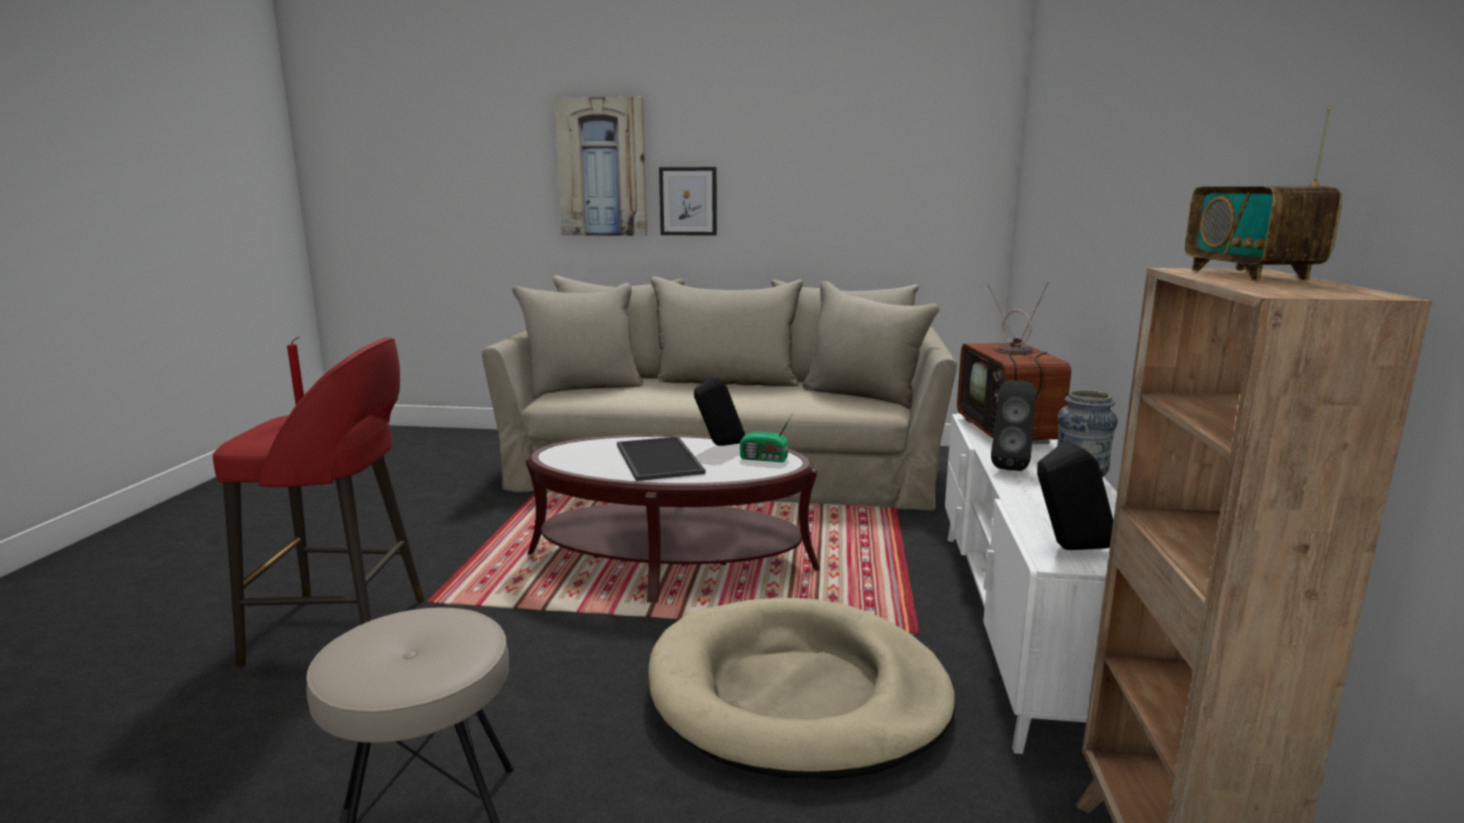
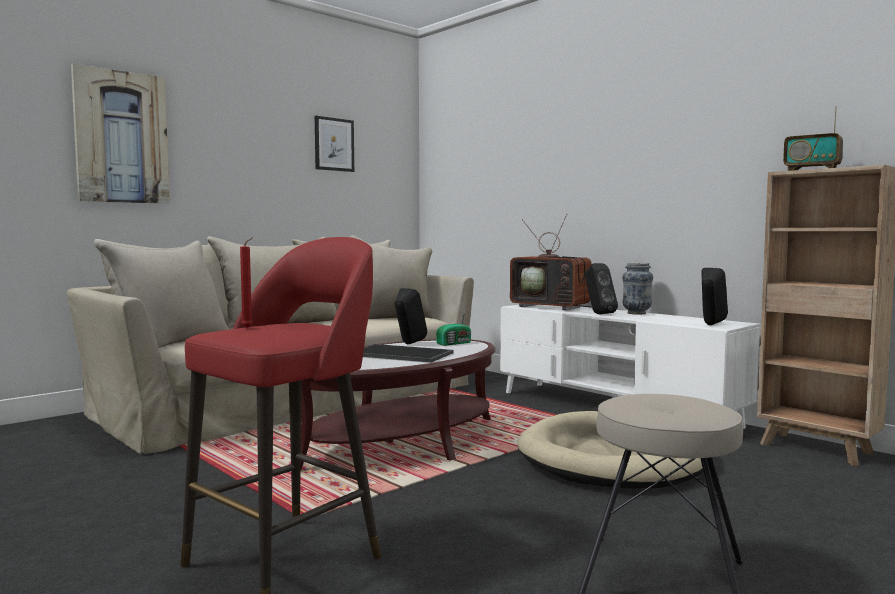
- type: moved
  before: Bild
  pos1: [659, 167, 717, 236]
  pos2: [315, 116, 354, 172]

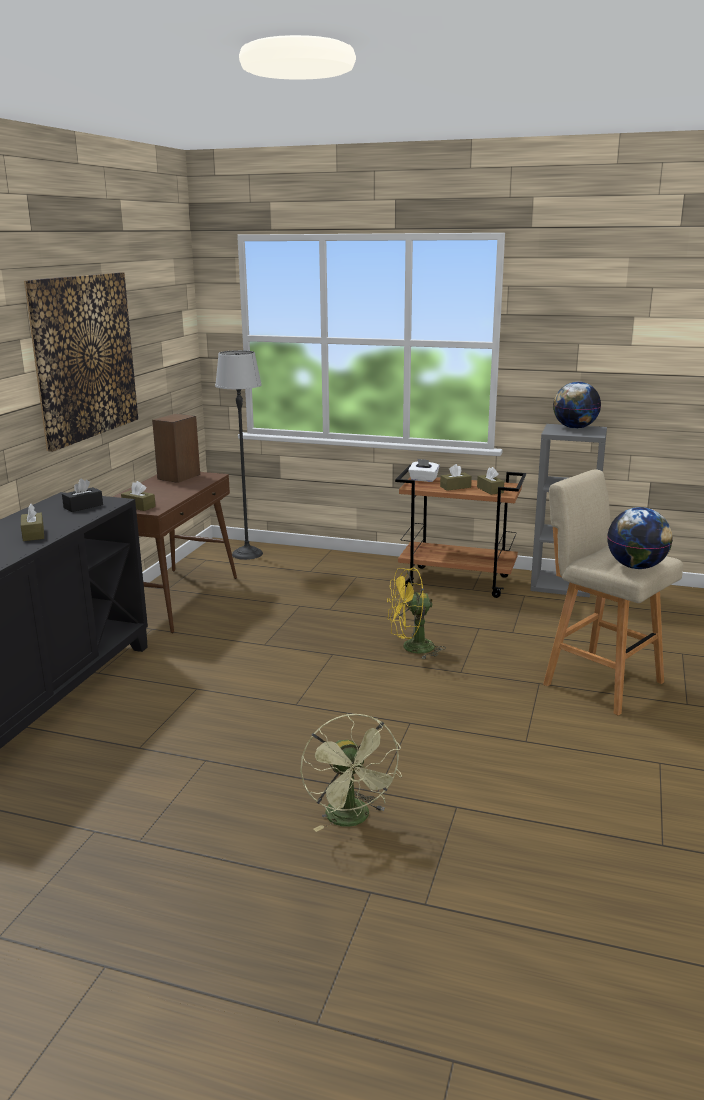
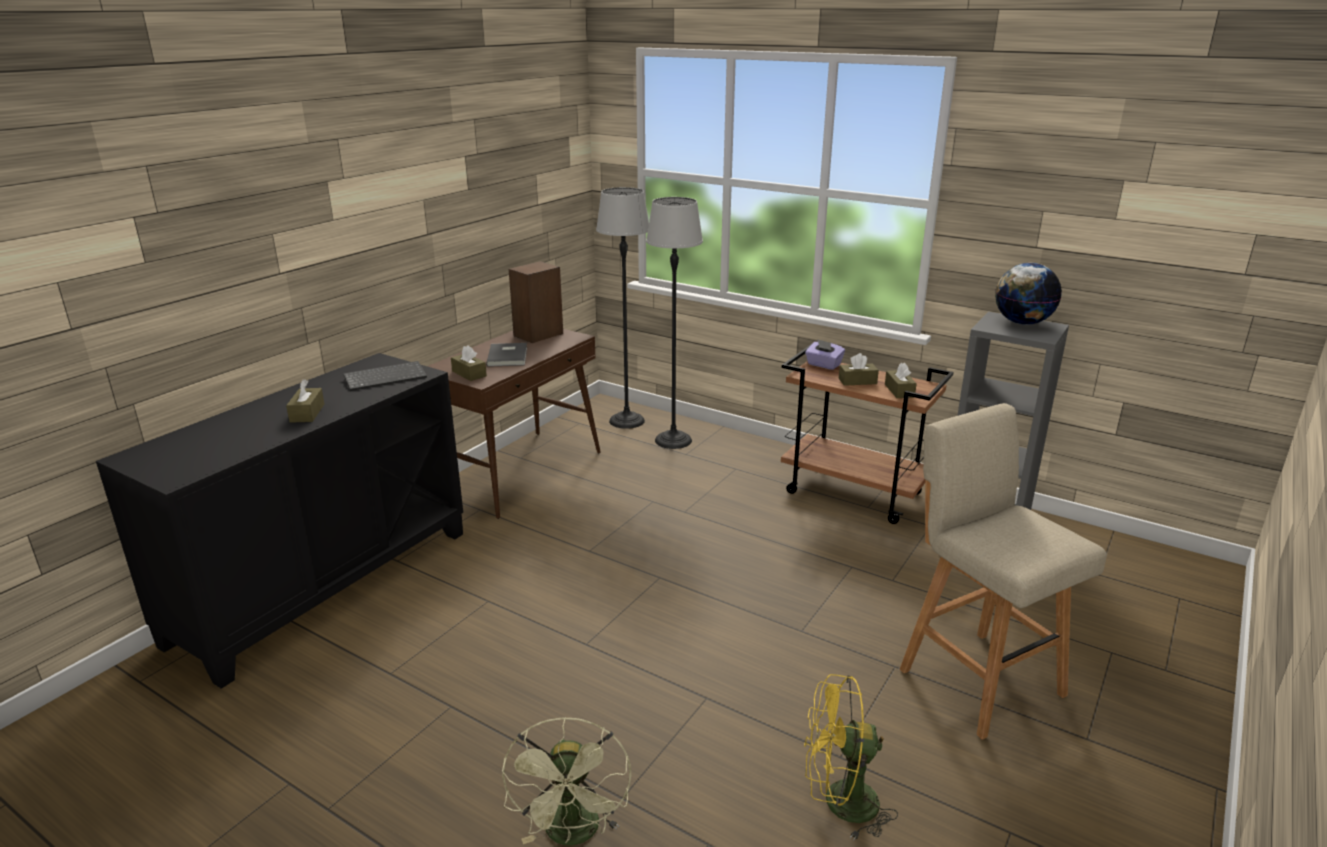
- type: removed
  before: Bild
  pos1: [24, 272, 138, 452]
- type: removed
  before: Globus
  pos1: [607, 507, 673, 569]
- type: added
  after: Buch (grau)
  pos2: [486, 343, 527, 367]
- type: added
  after: Stehlampe
  pos2: [646, 197, 703, 449]
- type: moved
  before: Ventilator (gelb)
  pos1: [387, 568, 446, 660]
  pos2: [804, 674, 898, 841]
- type: replaced
  before: Taschentuchbox (schwarz)
  after: Tastatur
  pos1: [62, 479, 103, 512]
  pos2: [343, 361, 427, 391]
- type: recoloured
  before: Taschentuchbox (weiß)
  after: Taschentuchbox (lila)
  pos1: [408, 459, 440, 482]
  pos2: [805, 339, 845, 370]

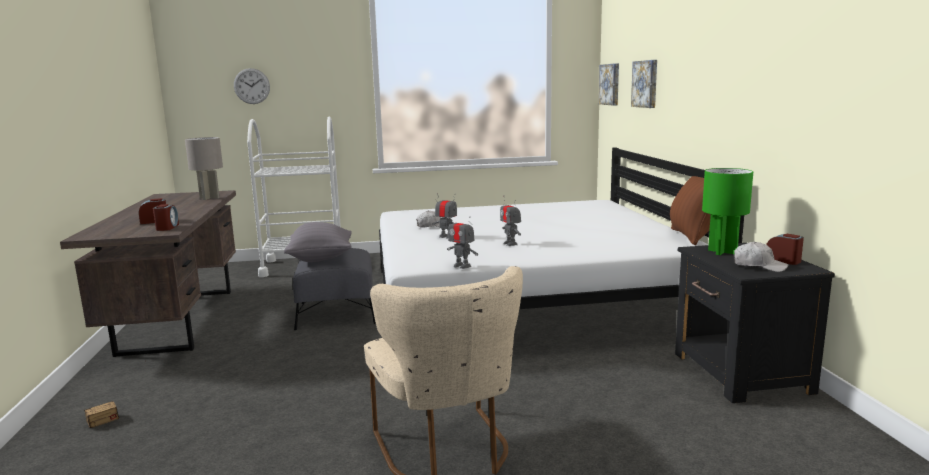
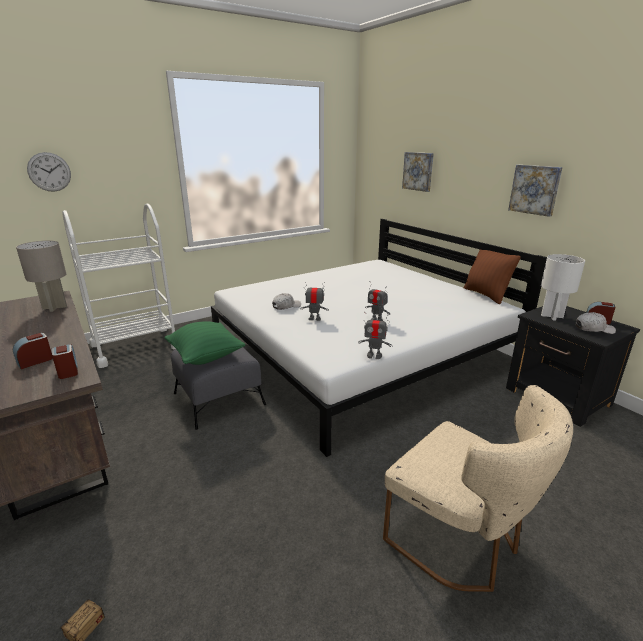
- type: moved
  before: Bild
  pos1: [599, 63, 619, 106]
  pos2: [508, 165, 563, 217]
- type: recoloured
  before: Kissen (grau)
  after: Kissen (grün)
  pos1: [284, 222, 352, 262]
  pos2: [164, 321, 245, 365]
- type: recoloured
  before: Tischlampe (grün)
  after: Tischlampe (weiß)
  pos1: [702, 168, 753, 255]
  pos2: [541, 254, 585, 321]

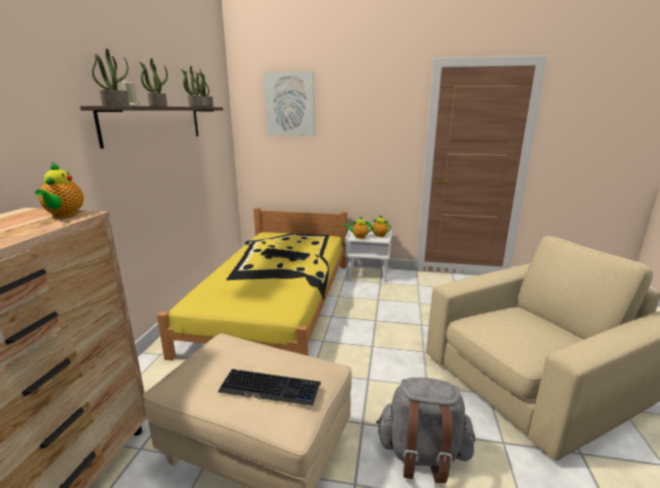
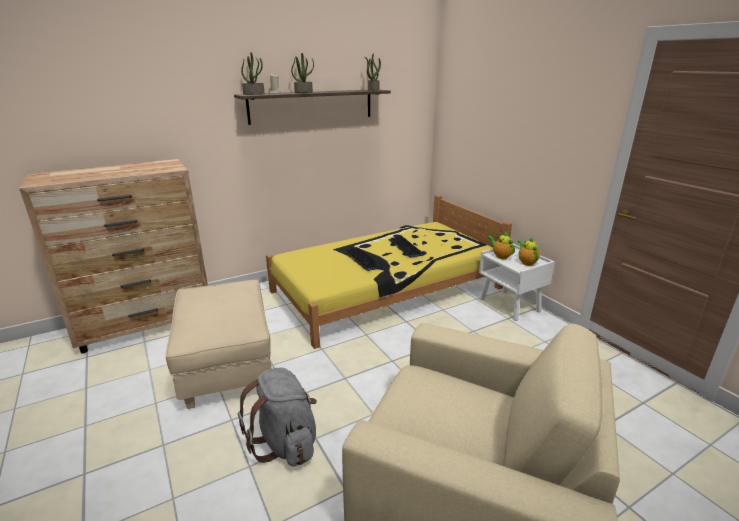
- type: removed
  before: Teekanne
  pos1: [35, 162, 84, 217]
- type: removed
  before: Topfpflanze
  pos1: [181, 66, 203, 107]
- type: removed
  before: Bild
  pos1: [263, 71, 315, 136]
- type: moved
  before: Tastatur
  pos1: [218, 369, 321, 406]
  pos2: [344, 247, 382, 271]

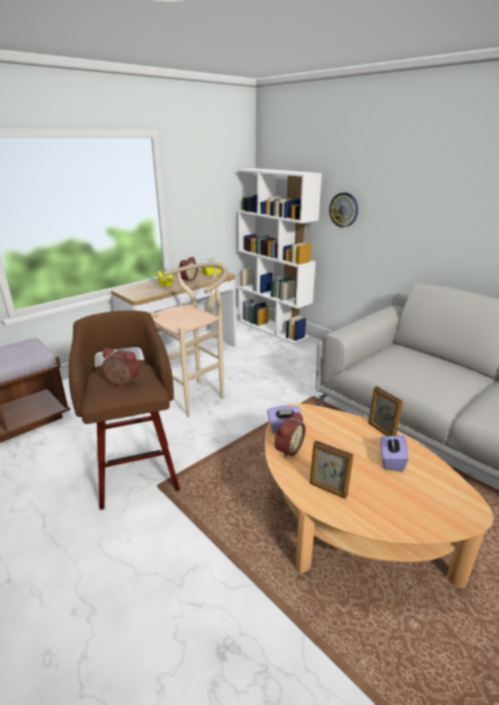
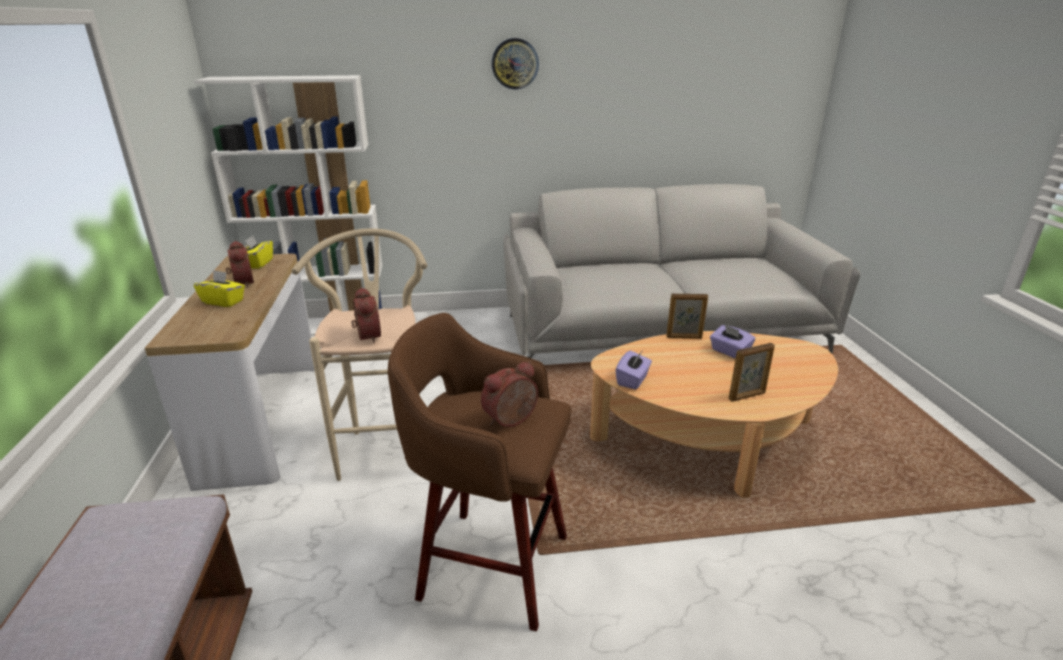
- type: moved
  before: Wecker
  pos1: [275, 412, 306, 459]
  pos2: [351, 287, 381, 343]
- type: moved
  before: Wanduhr
  pos1: [329, 192, 358, 228]
  pos2: [492, 38, 539, 89]

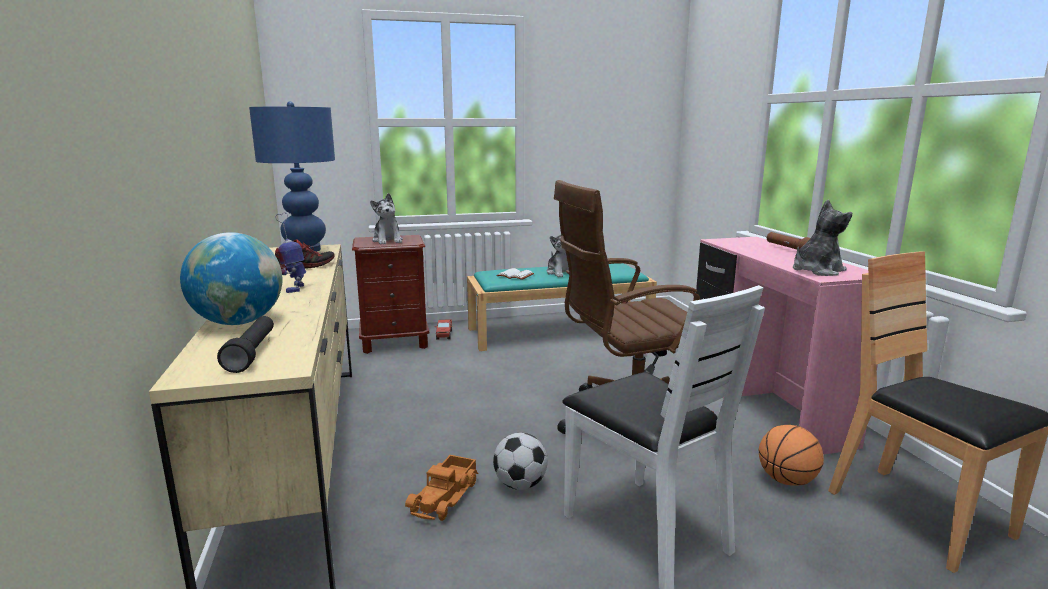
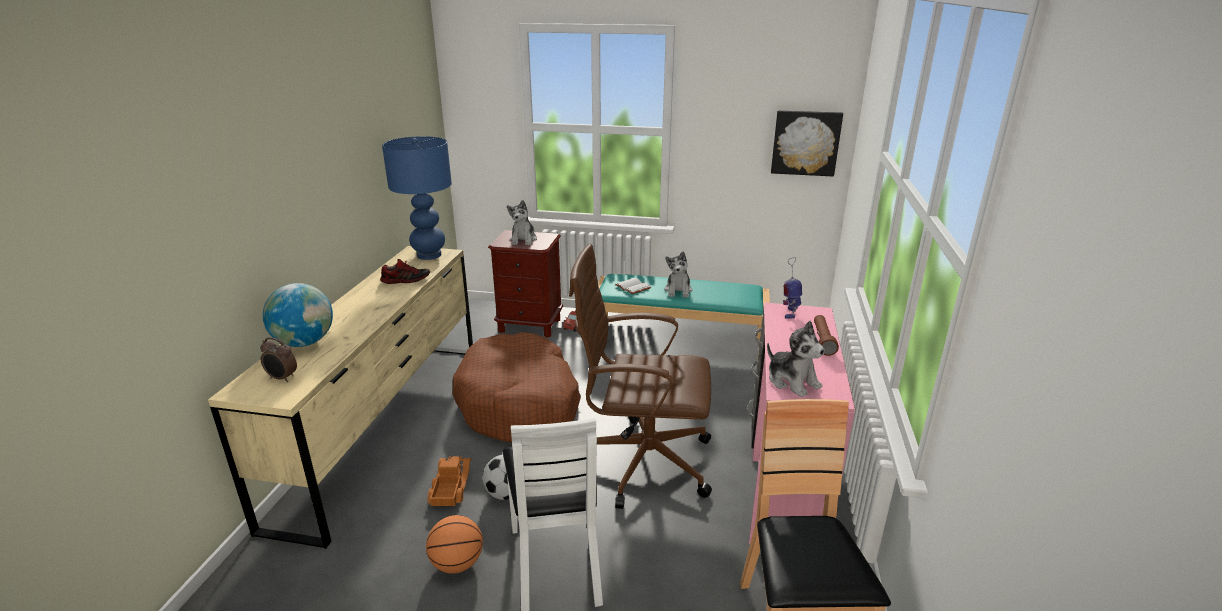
- type: added
  after: Hundebett (braun)
  pos2: [453, 332, 581, 443]
- type: added
  after: Bild
  pos2: [771, 110, 843, 177]
- type: moved
  before: Spielzeugroboter
  pos1: [275, 212, 306, 293]
  pos2: [783, 257, 802, 319]
- type: moved
  before: Basketball
  pos1: [759, 425, 824, 486]
  pos2: [426, 515, 483, 574]
- type: replaced
  before: Taschenlampe (schwarz)
  after: Wecker
  pos1: [217, 316, 274, 373]
  pos2: [260, 337, 297, 382]
- type: turned
  before: Spielzeuglaster
  pos1: [405, 455, 479, 521]
  pos2: [427, 456, 471, 506]
  turn: 135
- type: turned
  before: Plüschtier
  pos1: [793, 199, 852, 276]
  pos2: [767, 321, 825, 397]
  turn: 60

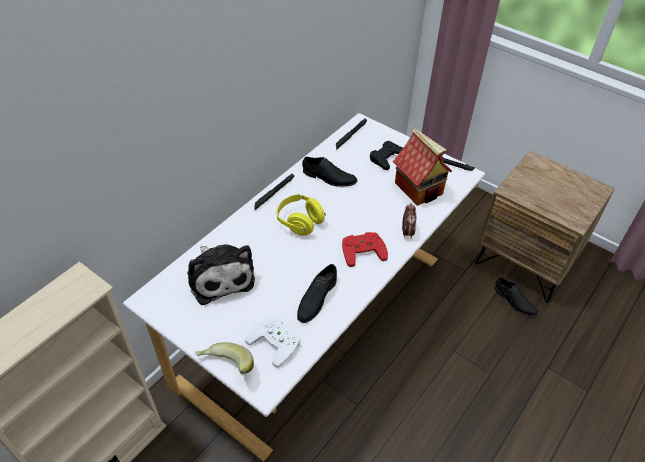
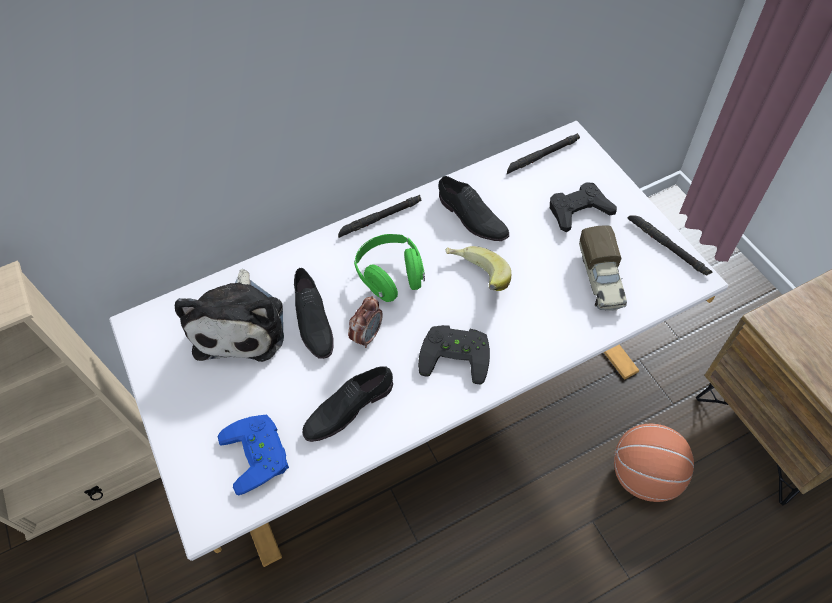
- type: added
  after: Basketball
  pos2: [614, 424, 694, 502]
- type: moved
  before: Banane
  pos1: [195, 342, 254, 374]
  pos2: [446, 246, 511, 291]
- type: moved
  before: Wecker
  pos1: [402, 203, 416, 239]
  pos2: [348, 296, 382, 348]
- type: moved
  before: Schuh (schwarz)
  pos1: [494, 278, 538, 316]
  pos2: [294, 268, 333, 359]
- type: replaced
  before: Spielzeughaus
  after: Spielzeuglaster
  pos1: [393, 127, 452, 206]
  pos2: [579, 225, 627, 311]
- type: recoloured
  before: Gamepad (weiß)
  after: Gamepad (blau)
  pos1: [245, 316, 300, 368]
  pos2: [218, 414, 289, 495]
- type: recoloured
  before: Kopfhörer (gelb)
  after: Kopfhörer (grün)
  pos1: [276, 194, 326, 236]
  pos2: [354, 234, 425, 302]
- type: recoloured
  before: Gamepad (rot)
  after: Gamepad (schwarz)
  pos1: [342, 232, 388, 267]
  pos2: [418, 325, 490, 385]

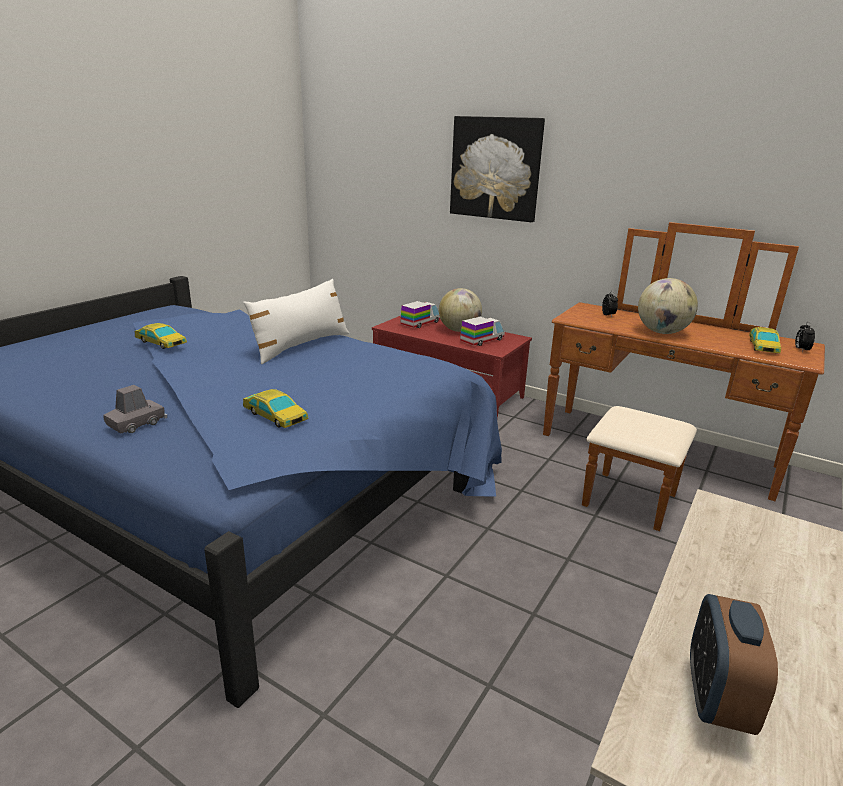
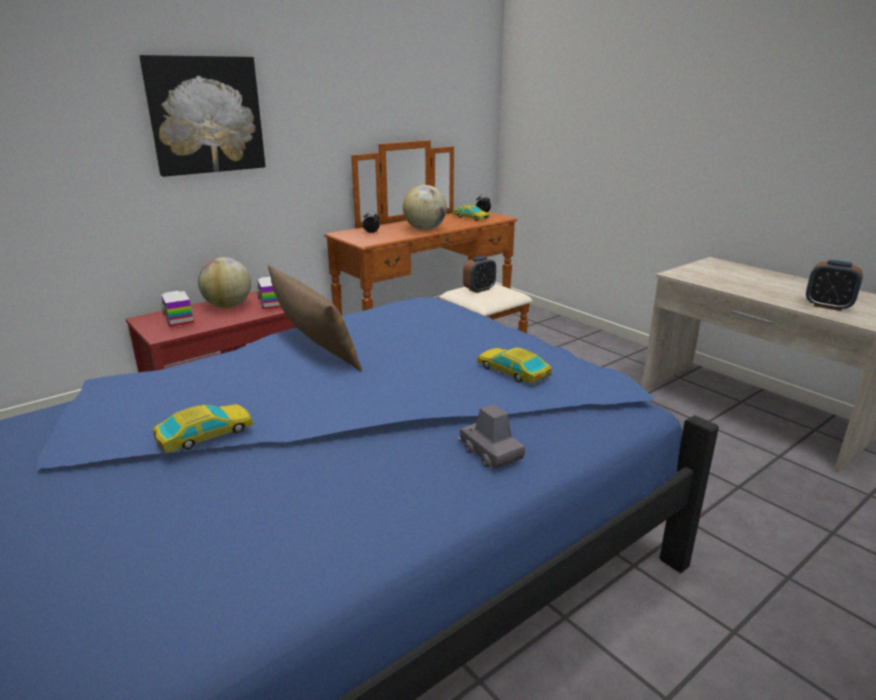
- type: added
  after: Wecker
  pos2: [463, 256, 496, 293]
- type: recoloured
  before: Kissen (weiß)
  after: Kissen (braun)
  pos1: [243, 279, 349, 364]
  pos2: [268, 265, 362, 372]
- type: turned
  before: Spielzeugauto
  pos1: [243, 389, 309, 428]
  pos2: [477, 347, 552, 385]
  turn: -105

